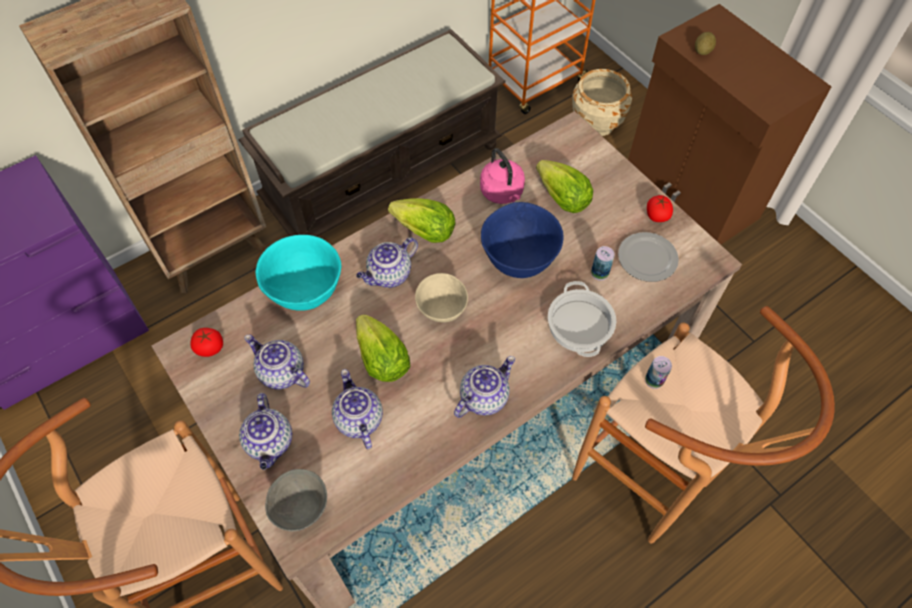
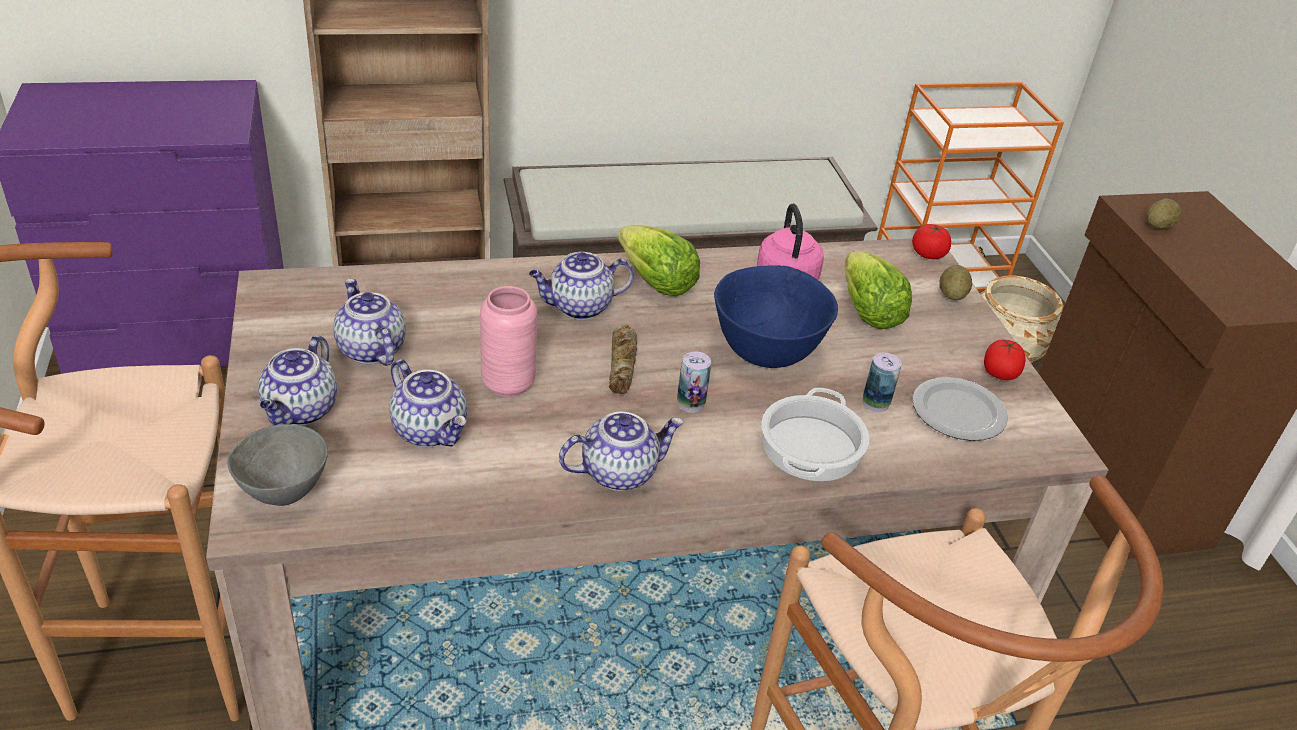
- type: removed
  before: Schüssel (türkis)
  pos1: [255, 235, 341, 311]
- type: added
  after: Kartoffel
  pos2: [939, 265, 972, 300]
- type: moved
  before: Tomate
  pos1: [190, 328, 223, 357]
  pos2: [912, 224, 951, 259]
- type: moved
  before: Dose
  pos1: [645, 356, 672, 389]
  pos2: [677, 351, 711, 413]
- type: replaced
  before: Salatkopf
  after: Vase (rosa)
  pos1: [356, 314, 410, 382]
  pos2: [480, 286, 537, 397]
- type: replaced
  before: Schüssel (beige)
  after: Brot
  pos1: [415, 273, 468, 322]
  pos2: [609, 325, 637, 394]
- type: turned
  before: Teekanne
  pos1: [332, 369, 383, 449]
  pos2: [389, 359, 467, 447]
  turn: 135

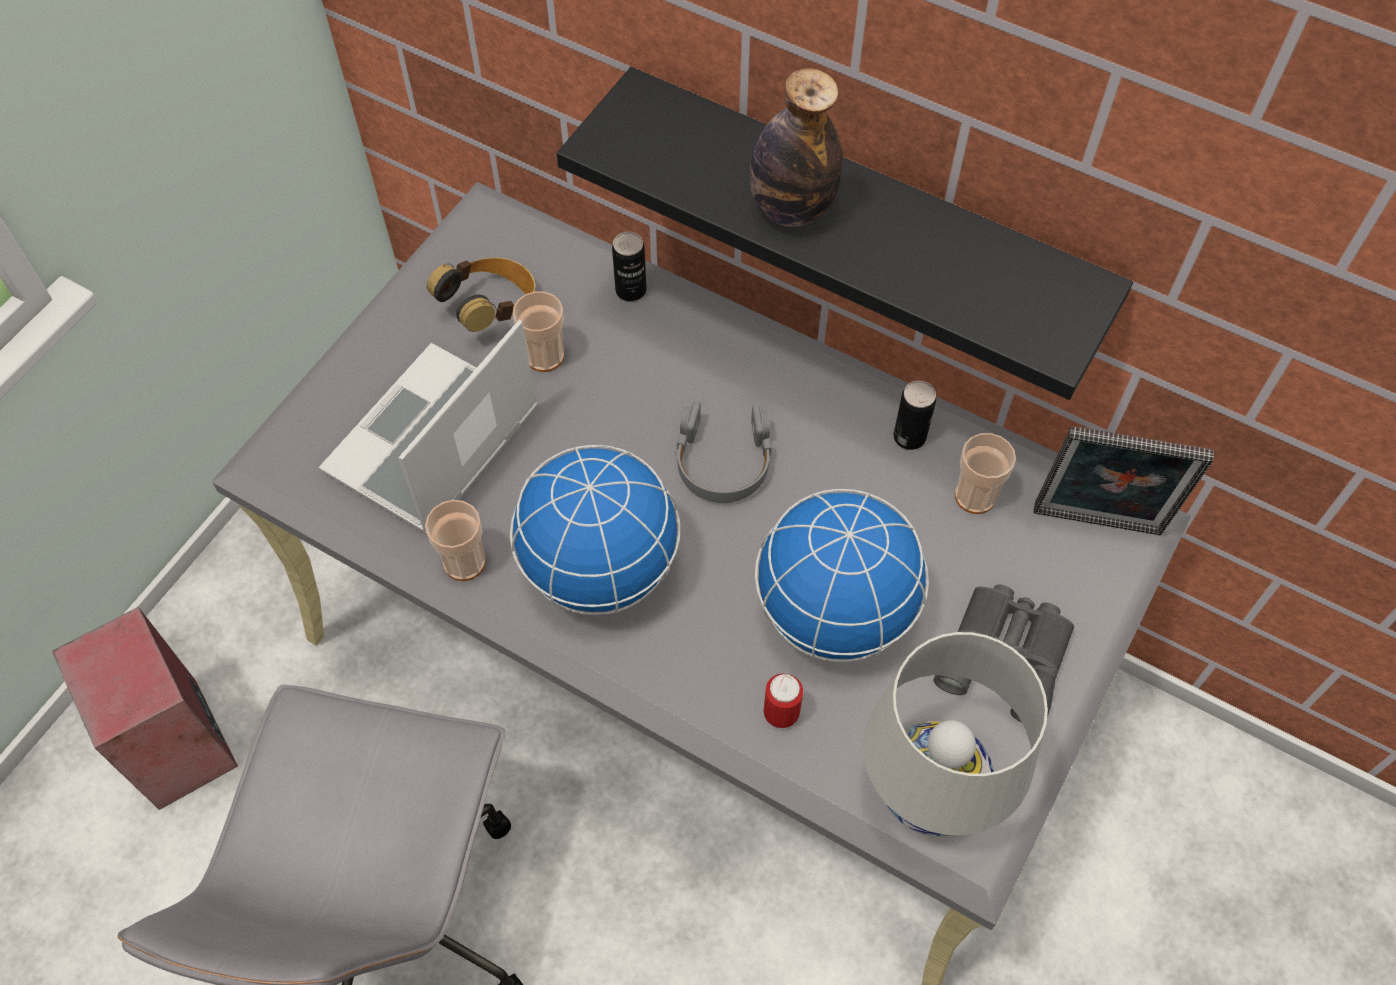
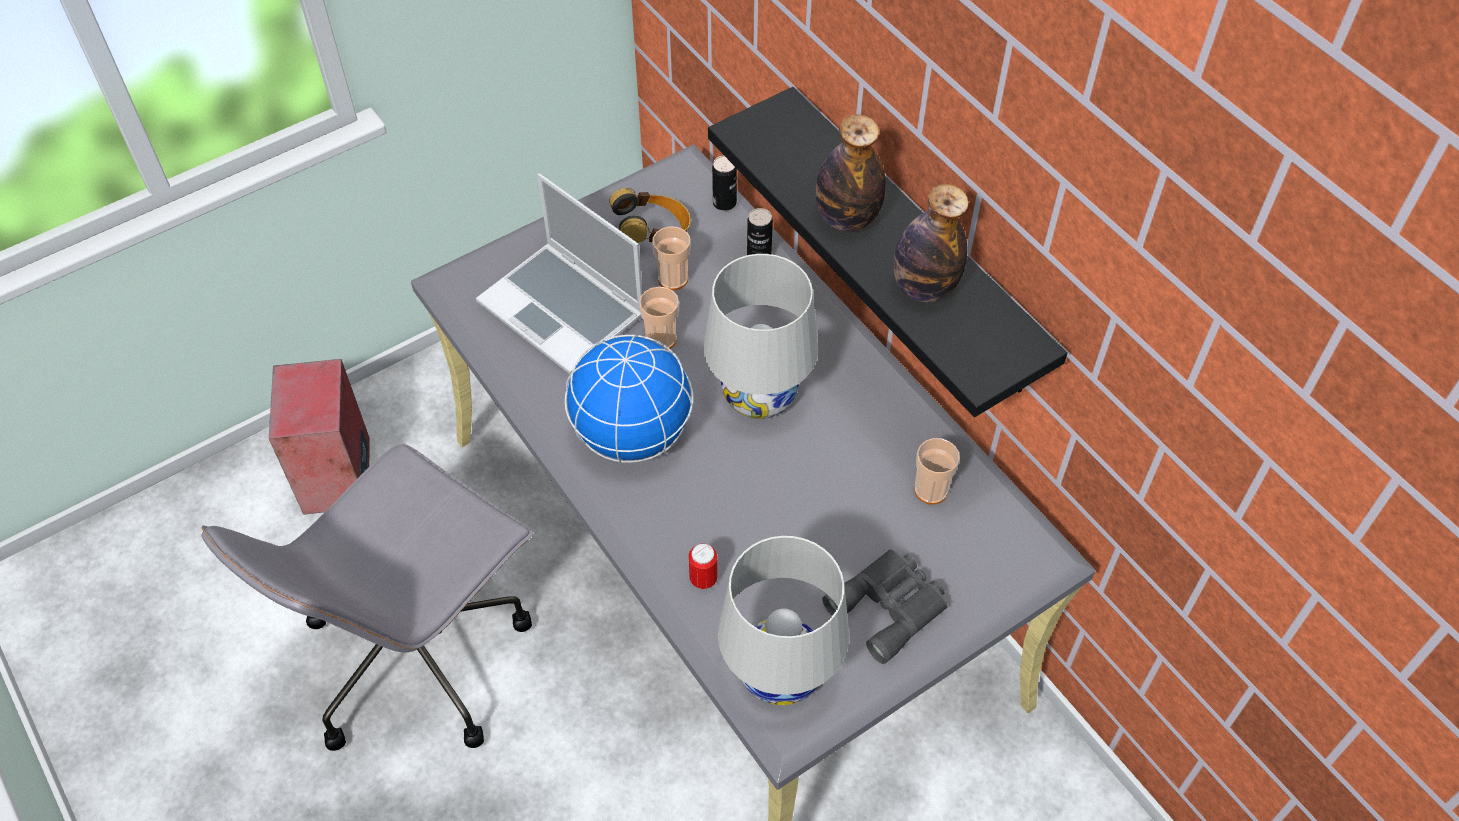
- type: removed
  before: Globus
  pos1: [755, 489, 929, 662]
- type: removed
  before: Bilderrahmen
  pos1: [1034, 426, 1214, 535]
- type: added
  after: Flasche
  pos2: [893, 184, 969, 302]
- type: moved
  before: Tasse
  pos1: [425, 500, 486, 581]
  pos2: [639, 287, 679, 350]
- type: moved
  before: Dose
  pos1: [893, 381, 936, 450]
  pos2: [712, 156, 737, 211]
- type: replaced
  before: Kopfhörer (grau)
  after: Tischlampe (weiß)
  pos1: [676, 401, 772, 503]
  pos2: [703, 254, 818, 419]
- type: turned
  before: Laptop
  pos1: [318, 319, 538, 535]
  pos2: [476, 173, 642, 374]
  turn: -105

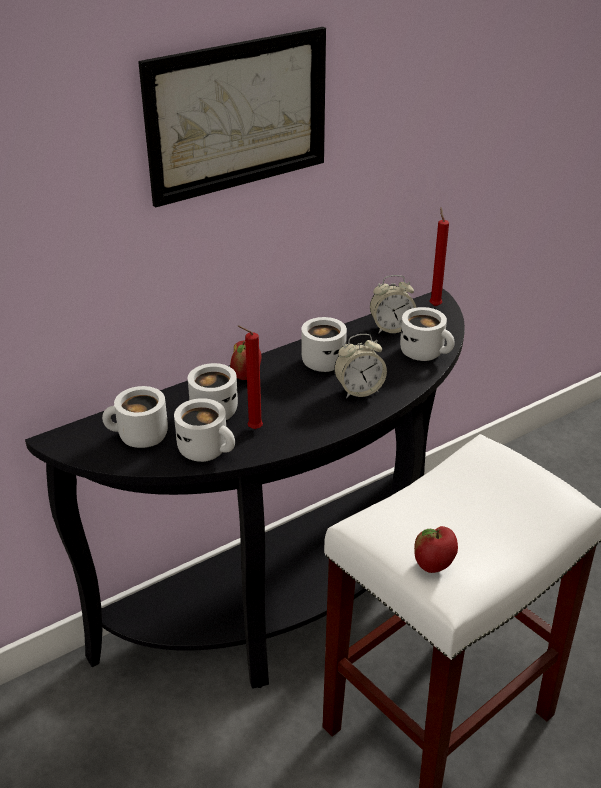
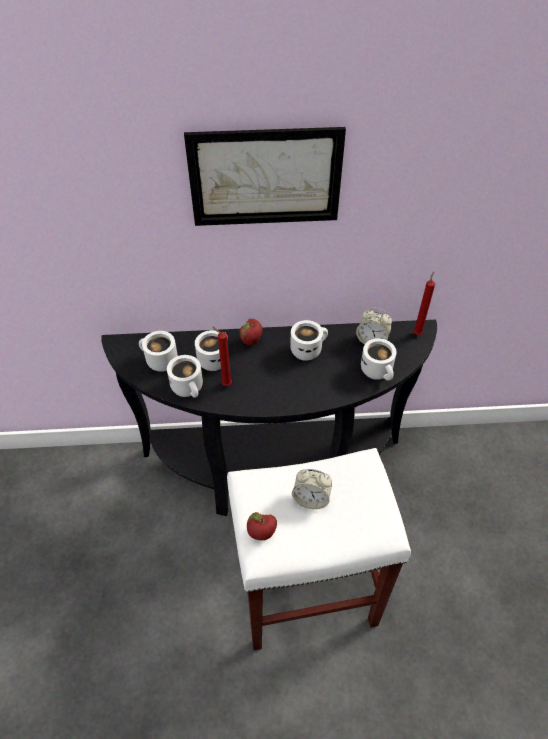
- type: moved
  before: Wecker
  pos1: [334, 334, 387, 398]
  pos2: [292, 469, 332, 509]

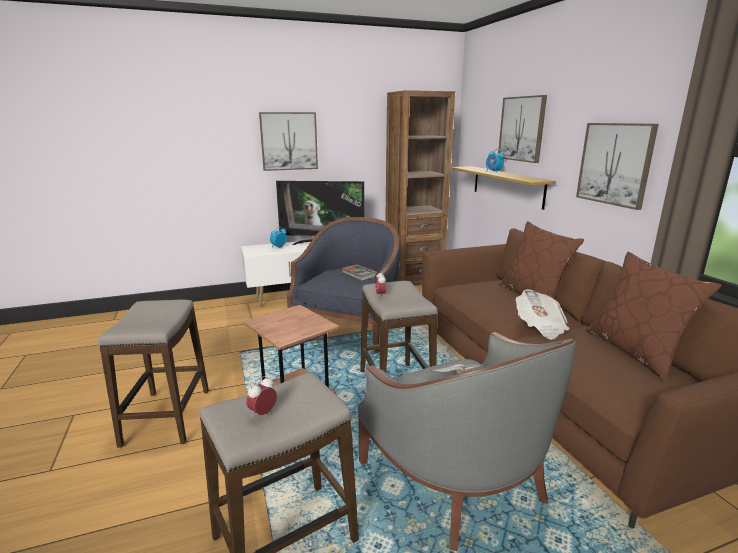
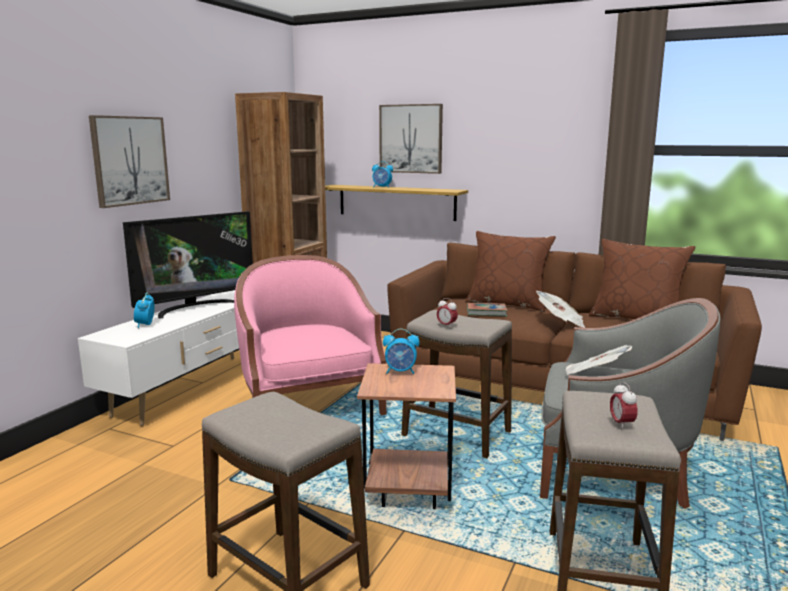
- type: removed
  before: Bild
  pos1: [576, 123, 659, 210]
- type: added
  after: Wecker
  pos2: [383, 329, 420, 374]
- type: moved
  before: Buch
  pos1: [342, 265, 377, 281]
  pos2: [467, 303, 507, 316]
- type: recoloured
  before: Sessel (blau)
  after: Sessel (rosa)
  pos1: [287, 217, 401, 353]
  pos2: [234, 255, 387, 416]

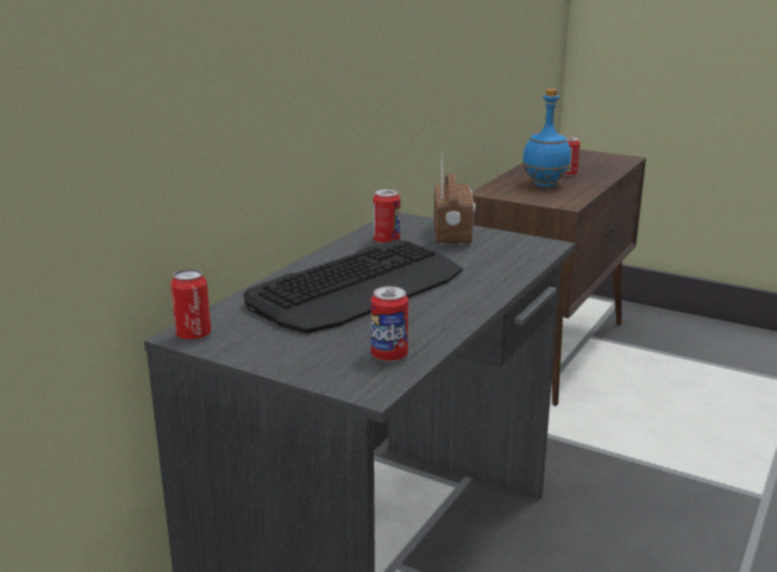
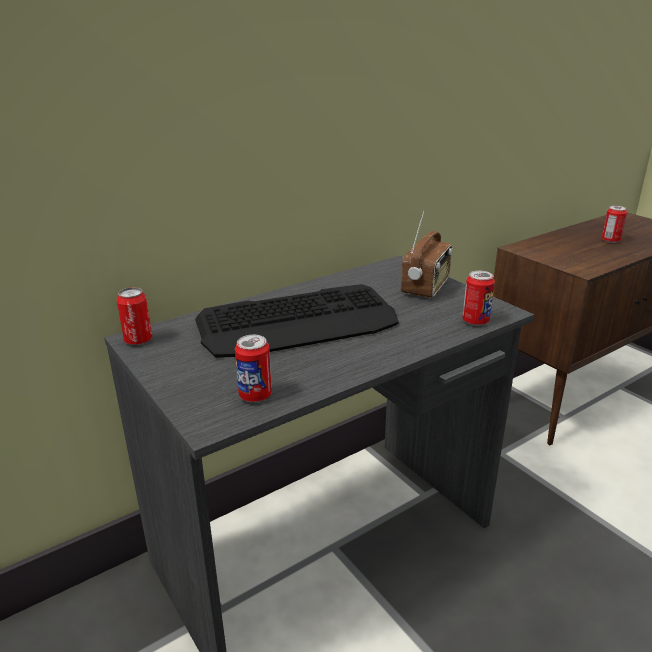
- type: removed
  before: Flasche (blau)
  pos1: [522, 89, 571, 187]
- type: moved
  before: Dose
  pos1: [373, 189, 400, 244]
  pos2: [462, 271, 495, 326]

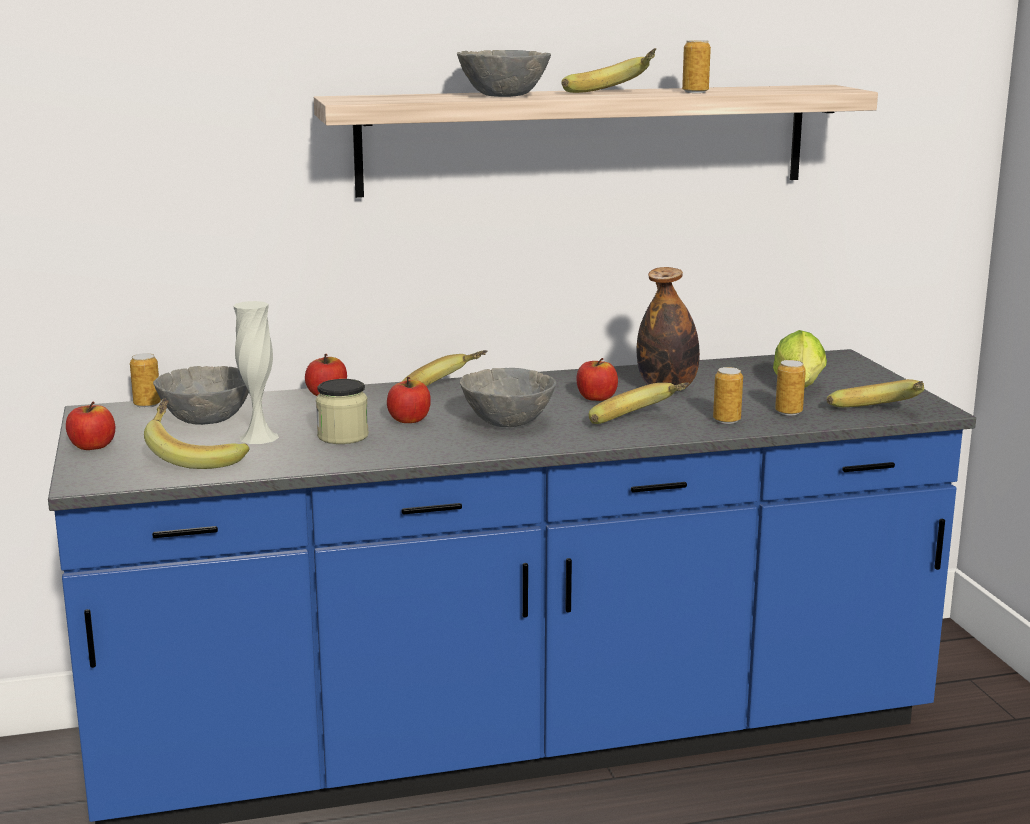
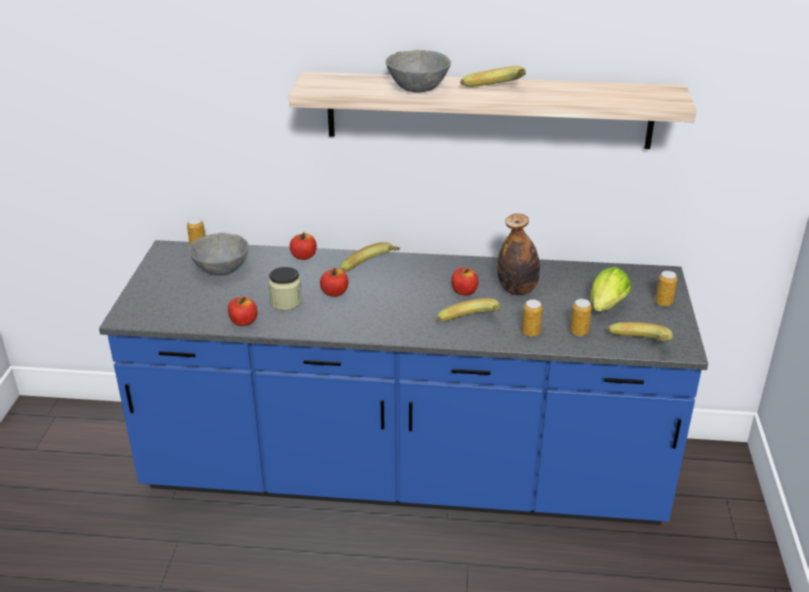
- type: removed
  before: Banane
  pos1: [144, 399, 249, 469]
- type: removed
  before: Vase (weiß)
  pos1: [233, 301, 279, 444]
- type: removed
  before: Schüssel (grau)
  pos1: [460, 368, 556, 427]
- type: moved
  before: Apfel
  pos1: [66, 402, 115, 450]
  pos2: [228, 297, 257, 326]
- type: moved
  before: Dose
  pos1: [682, 40, 711, 93]
  pos2: [655, 271, 678, 307]

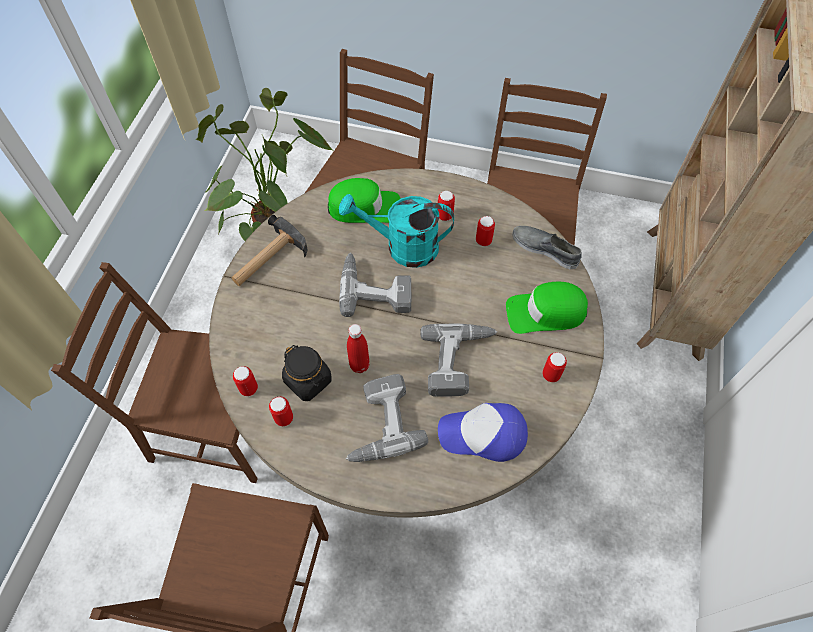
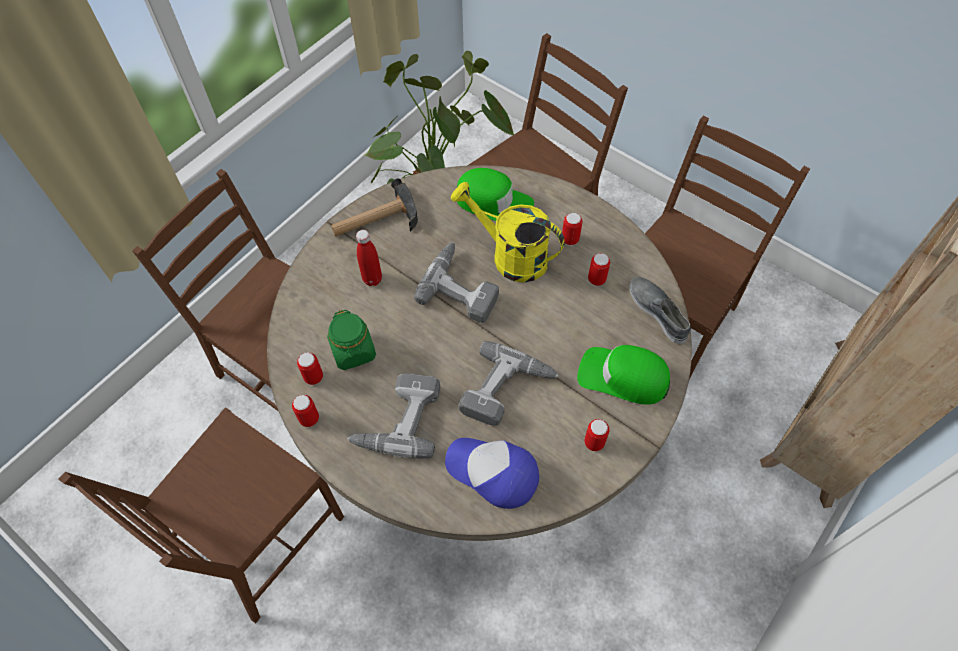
- type: moved
  before: Dose
  pos1: [233, 366, 258, 396]
  pos2: [292, 395, 319, 427]
- type: moved
  before: Flasche (rot)
  pos1: [347, 324, 370, 373]
  pos2: [356, 230, 382, 286]
- type: recoloured
  before: Vorratsglas (schwarz)
  after: Vorratsglas (grün)
  pos1: [282, 345, 332, 401]
  pos2: [327, 310, 376, 370]
- type: recoloured
  before: Gießkanne (türkis)
  after: Gießkanne (gelb)
  pos1: [339, 194, 454, 268]
  pos2: [451, 182, 565, 283]

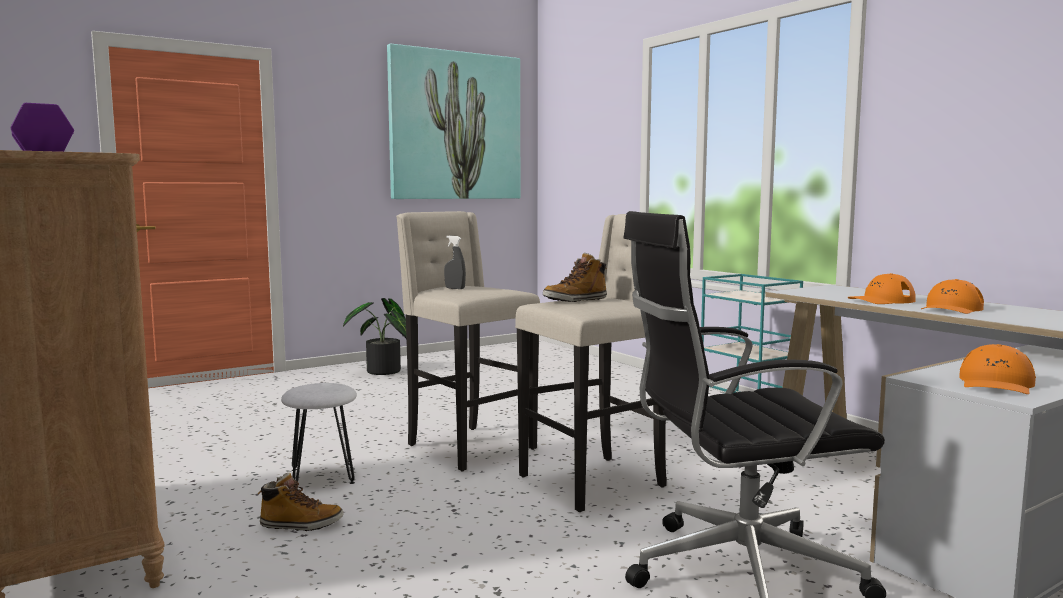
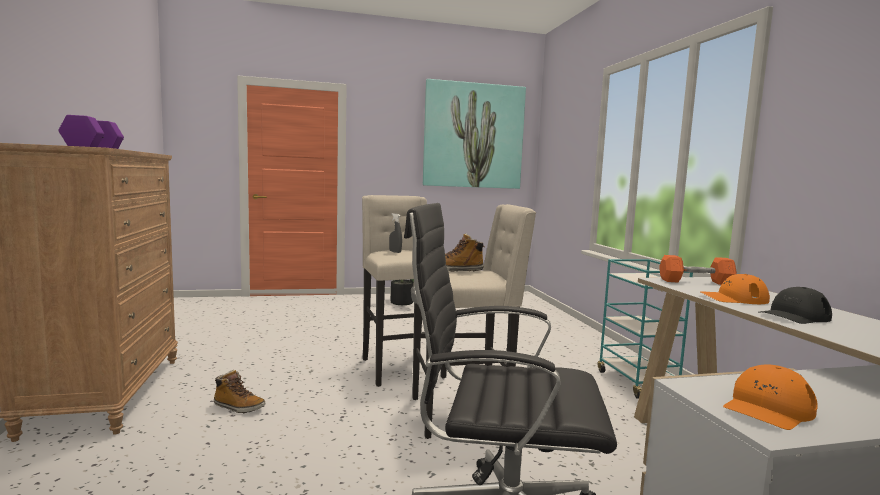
- type: removed
  before: Hocker (weiß)
  pos1: [281, 383, 357, 484]
- type: added
  after: Hantel (orange)
  pos2: [659, 255, 737, 285]
- type: recoloured
  before: Kappe (orange)
  after: Kappe (schwarz)
  pos1: [921, 279, 984, 314]
  pos2: [758, 287, 832, 324]

